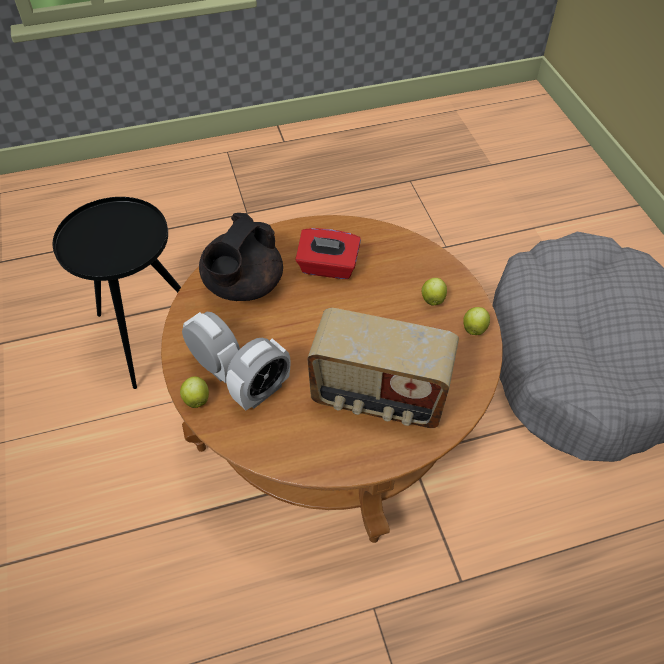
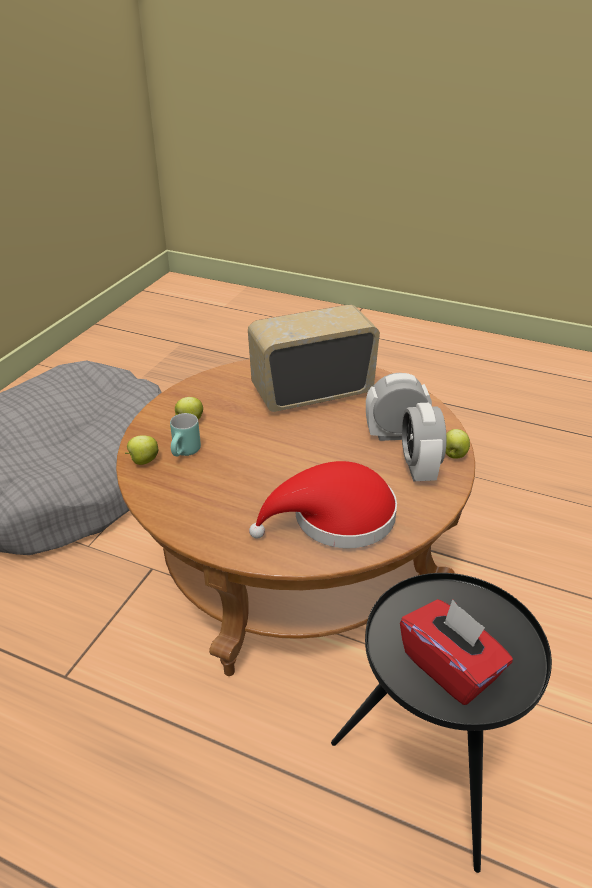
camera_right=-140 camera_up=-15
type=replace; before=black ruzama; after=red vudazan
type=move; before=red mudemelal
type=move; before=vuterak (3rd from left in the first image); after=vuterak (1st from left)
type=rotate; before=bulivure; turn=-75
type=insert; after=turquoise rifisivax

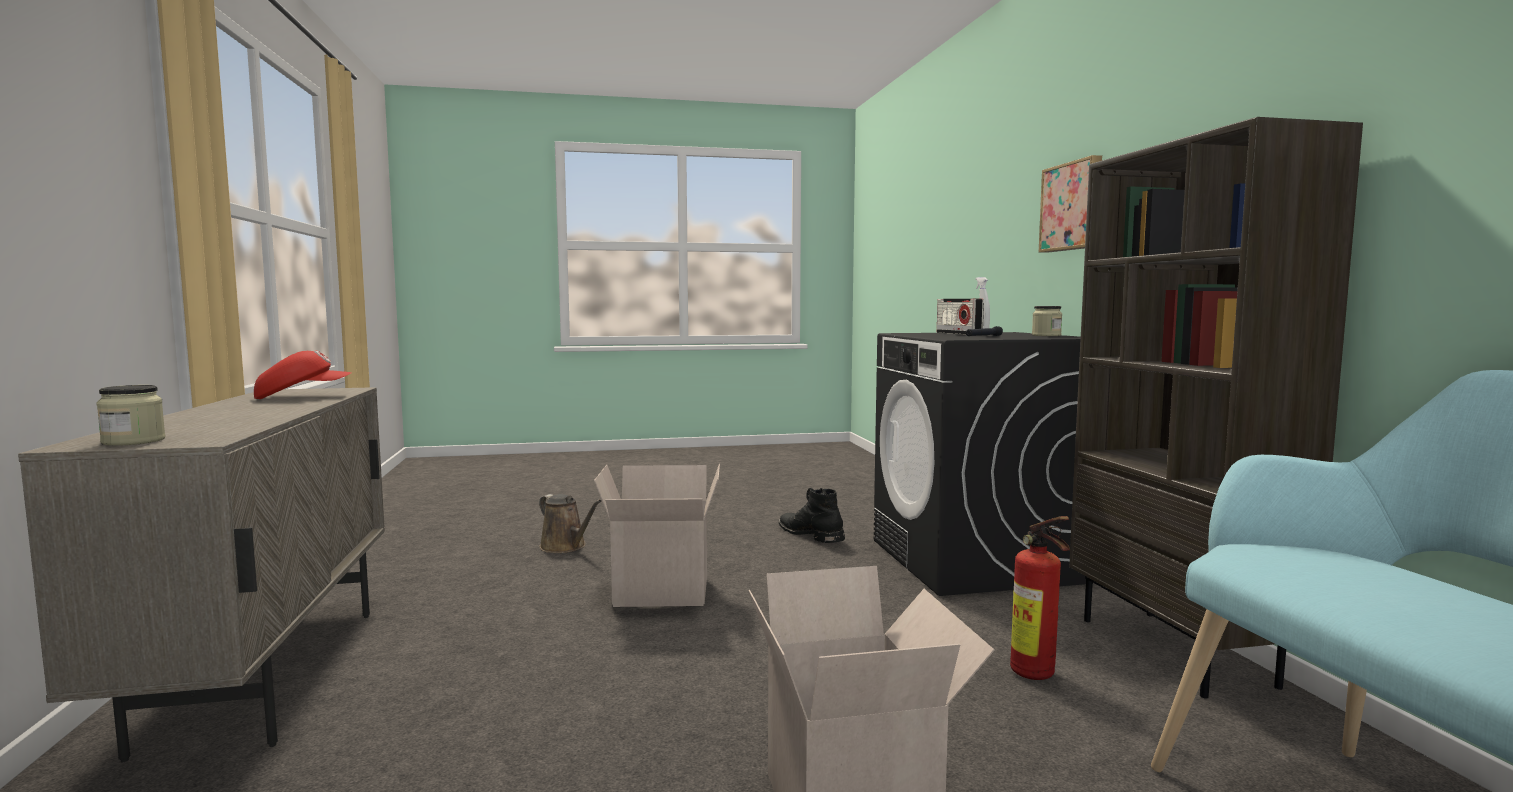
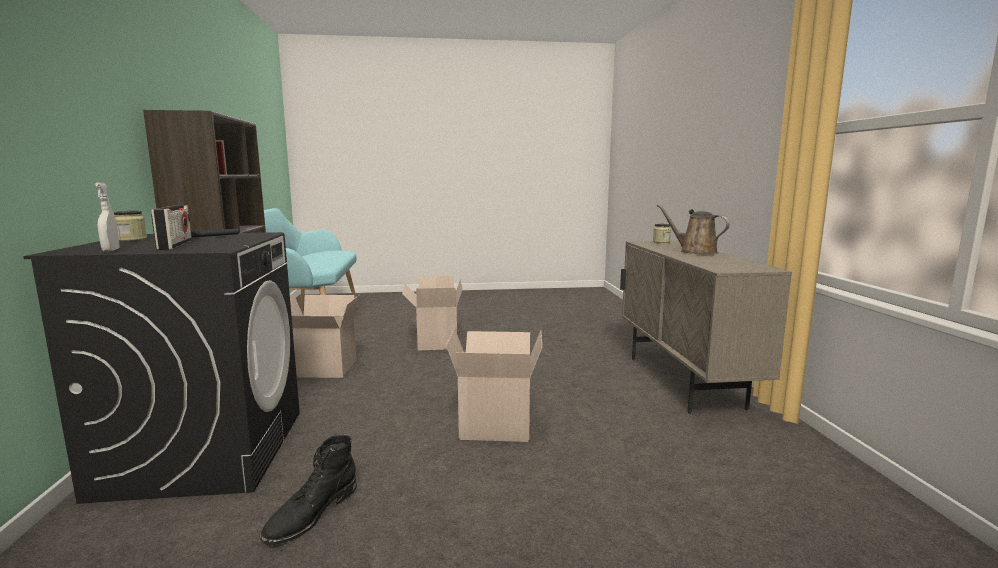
camera_right=-175 camera_up=5
type=delete; before=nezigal
type=delete; before=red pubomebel
type=rotate; before=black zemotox; turn=60
type=move; before=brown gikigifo
type=replace; before=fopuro; after=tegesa (1st from left)

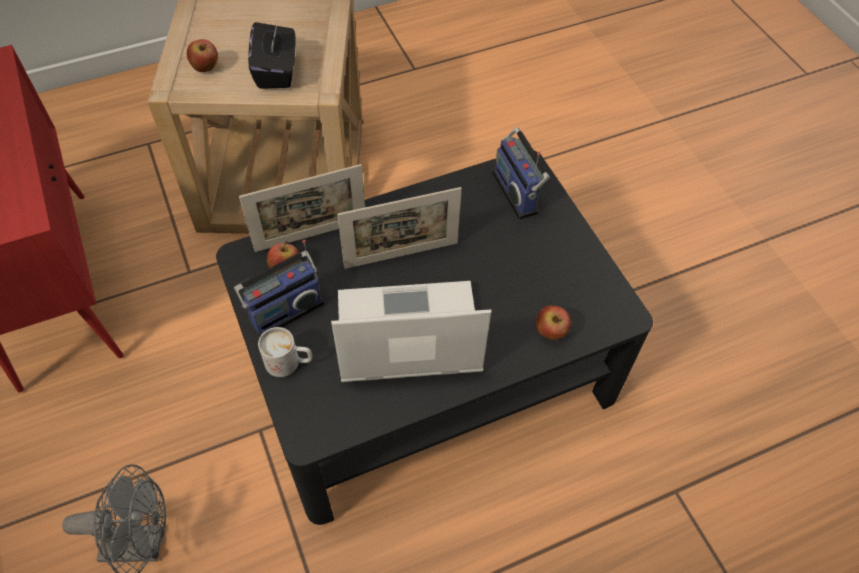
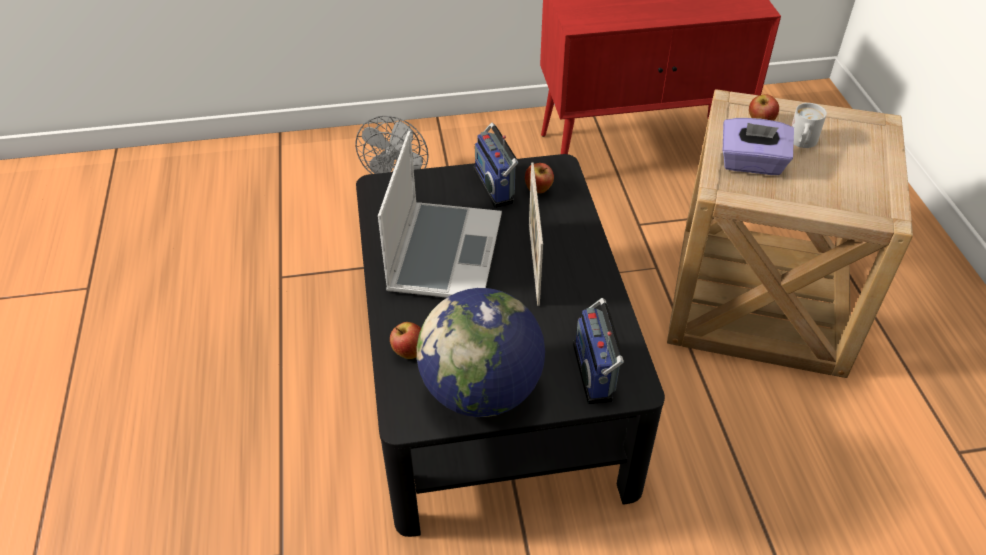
camera_right=105 camera_up=-10
type=recolor; before=black mudemelal; after=purple mudemelal
type=rotate; before=bulivure (2nd from left); turn=-90
type=delete; before=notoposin (1st from left)
type=move; before=white rifisivax
type=insert; after=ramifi

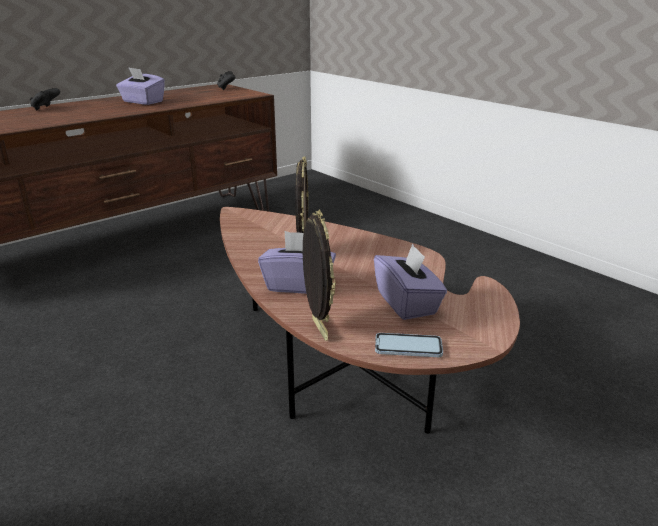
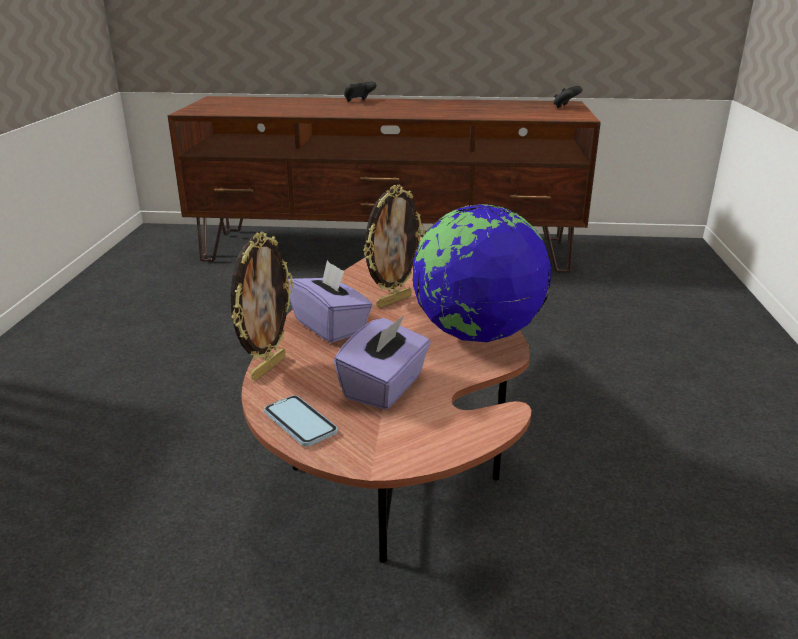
camera_right=45 camera_up=0
type=delete; before=purple mudemelal (1st from left)
type=insert; after=ramifi

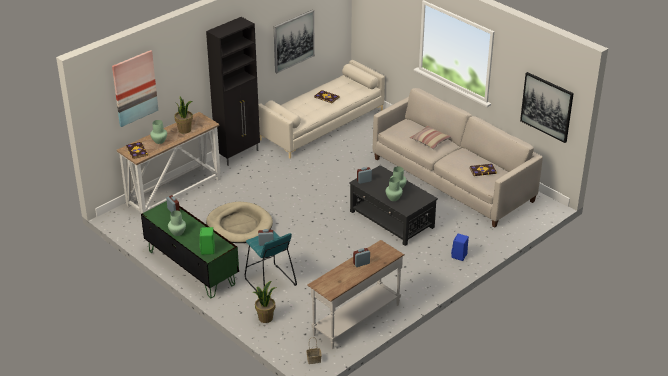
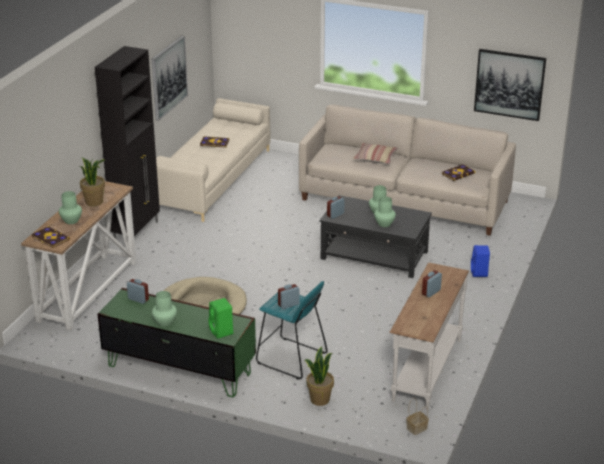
camera_right=-25 camera_up=-5
type=delete; before=nezigal (1st from left)

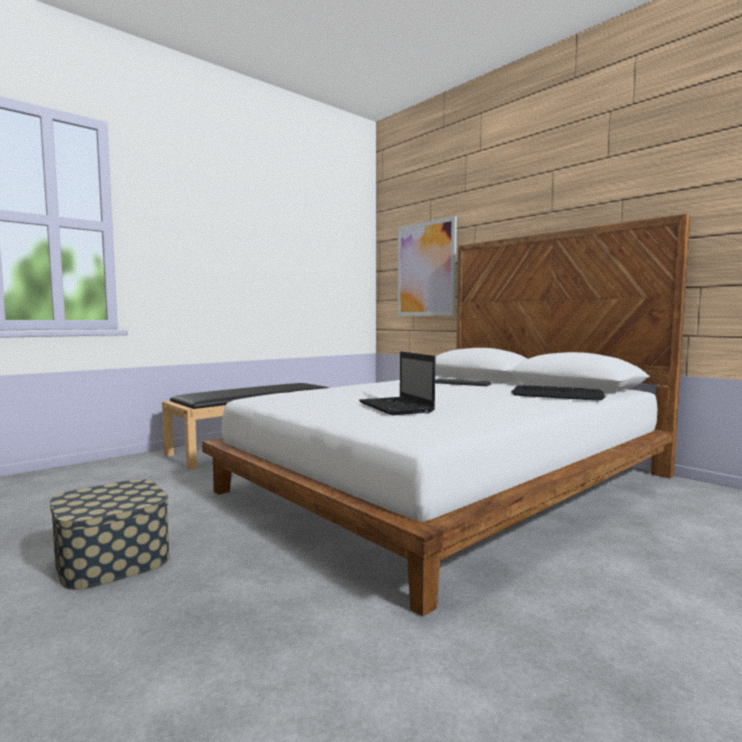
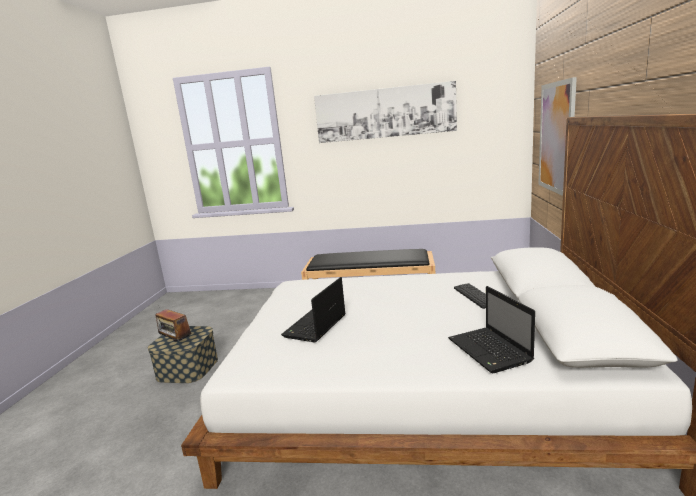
camera_right=50 camera_up=10
type=replace; before=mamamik (2nd from left); after=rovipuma (2nd from left)
type=insert; after=nezigal (1st from left)
type=insert; after=bulivure

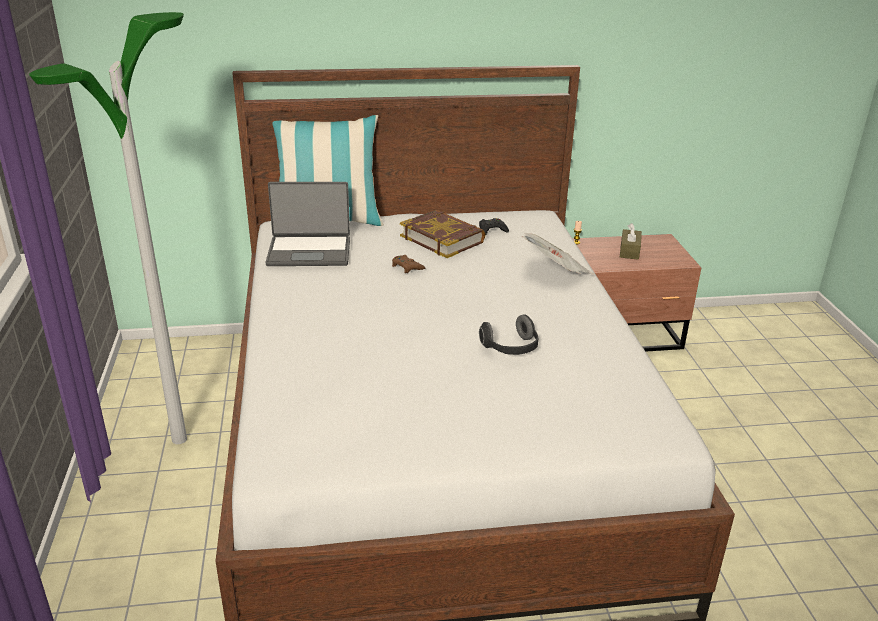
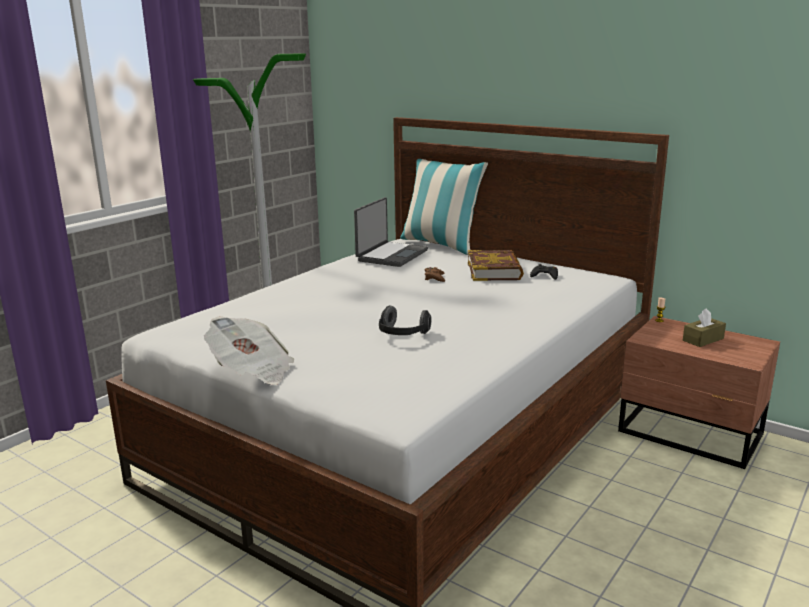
camera_right=45 camera_up=-10
type=rotate; before=rovipuma; turn=-105
type=move; before=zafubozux

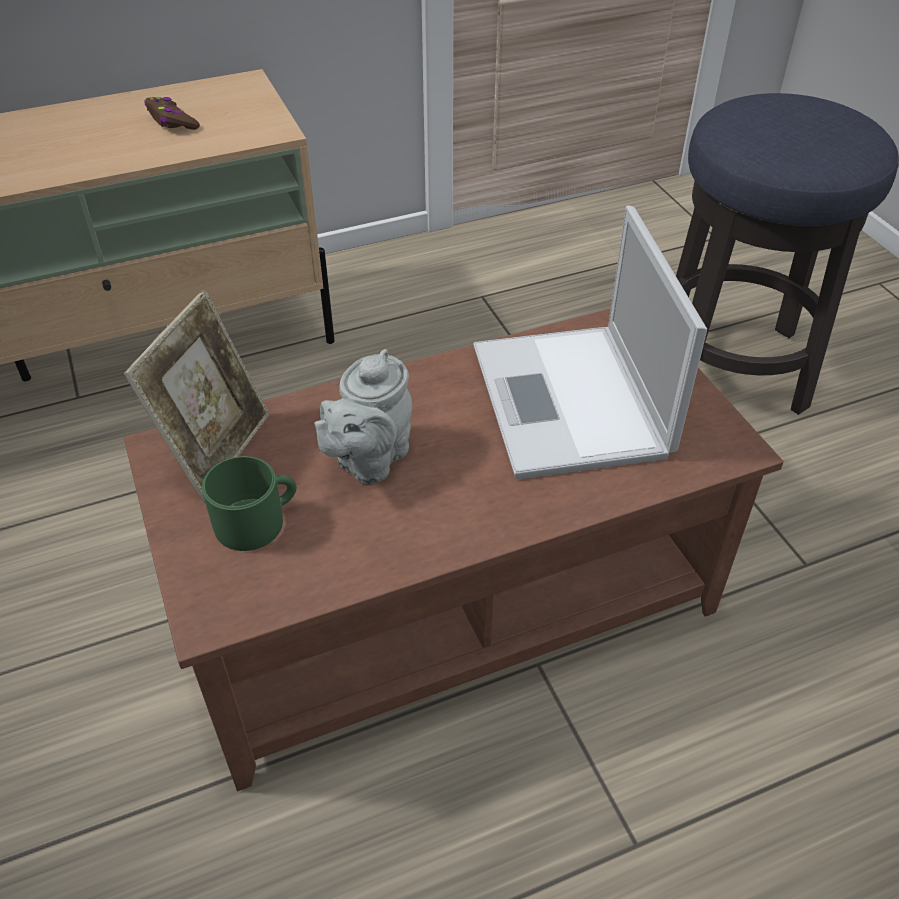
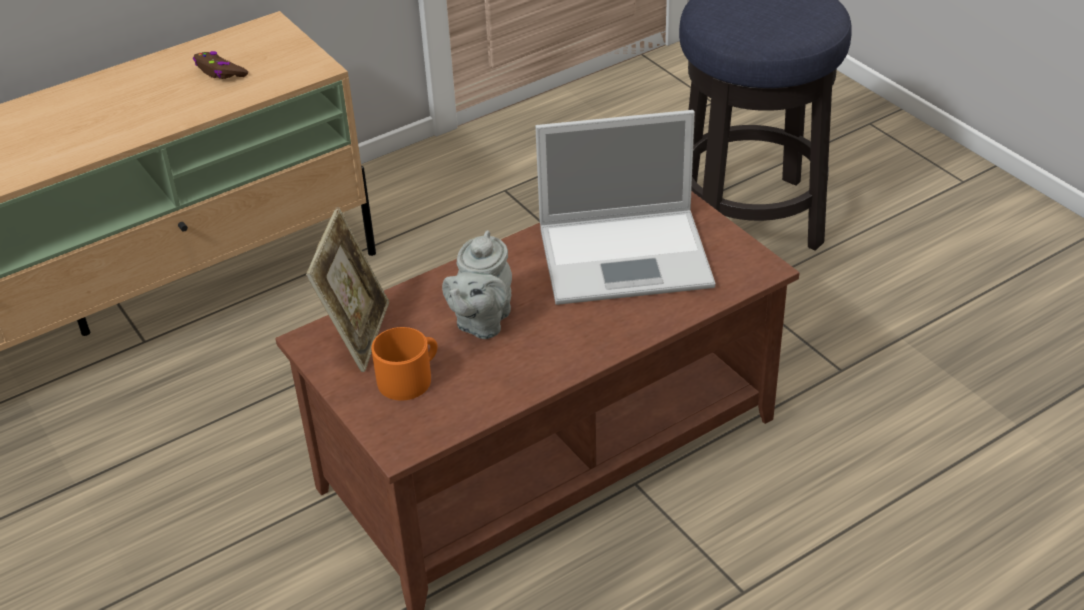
camera_right=-10 camera_up=-5
type=rotate; before=rovipuma; turn=-75
type=recolor; before=green rifisivax; after=orange rifisivax

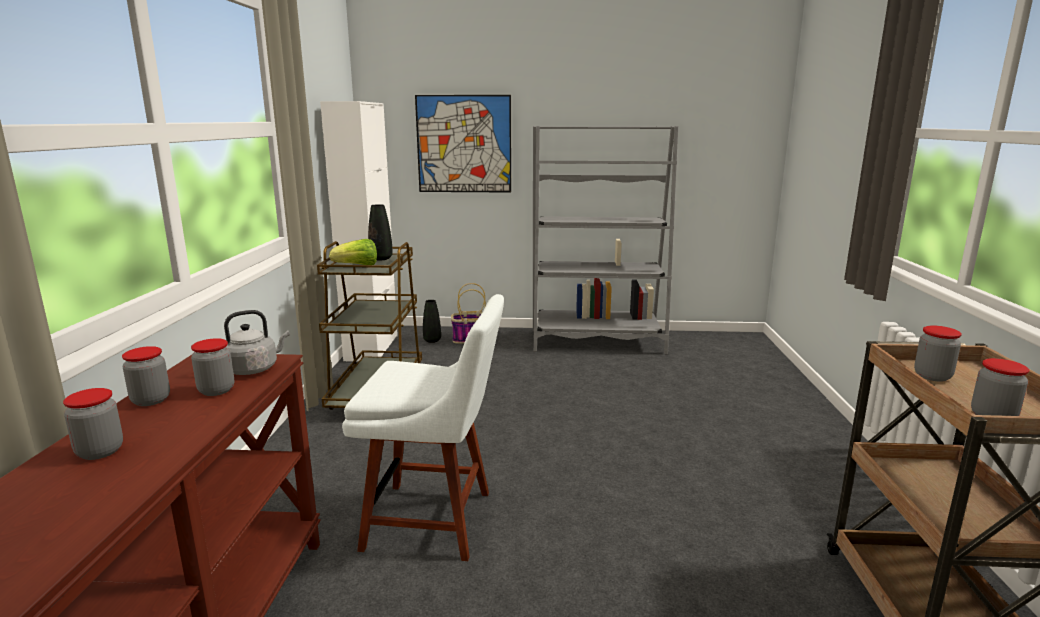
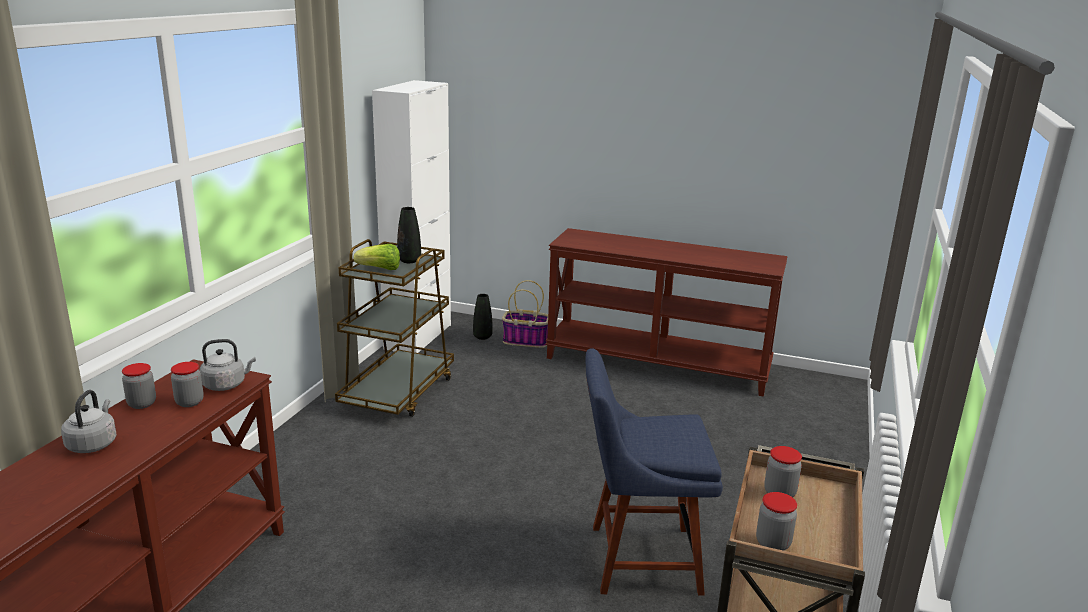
camera_right=15 camera_up=5
type=delete; before=nezigal
type=replace; before=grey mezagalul; after=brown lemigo (2nd from left)
type=delete; before=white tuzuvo
type=replace; before=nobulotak (1st from left); after=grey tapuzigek (1st from left)
type=insert; after=blue tuzuvo

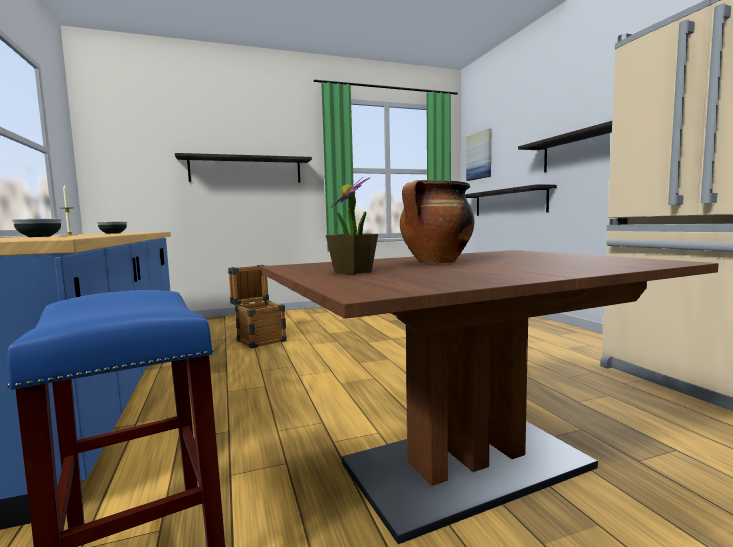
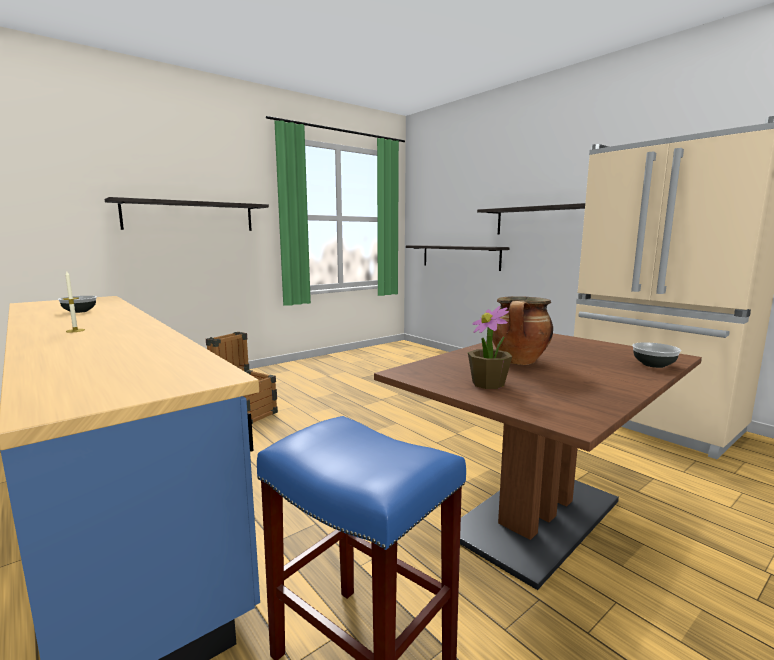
camera_right=-20 camera_up=5
type=delete; before=nezigal
type=move; before=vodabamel (1st from left in the first image); after=vodabamel (2nd from left)

